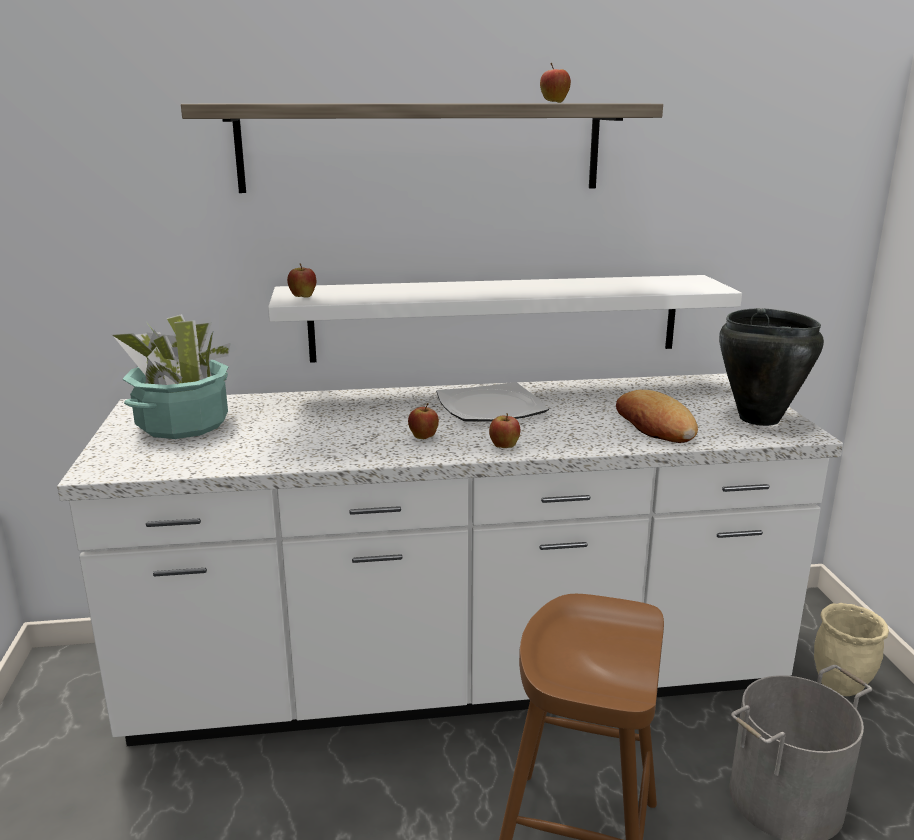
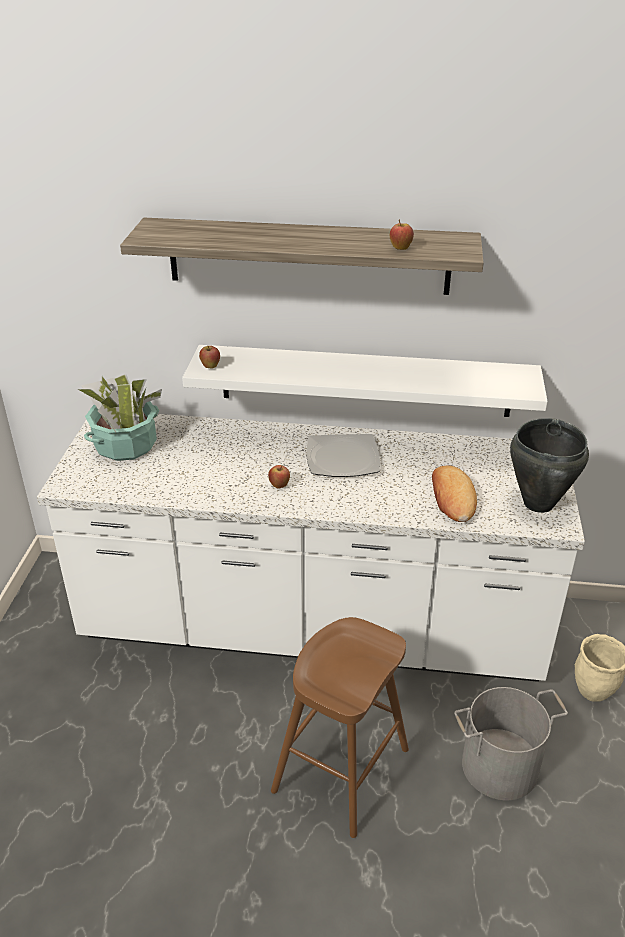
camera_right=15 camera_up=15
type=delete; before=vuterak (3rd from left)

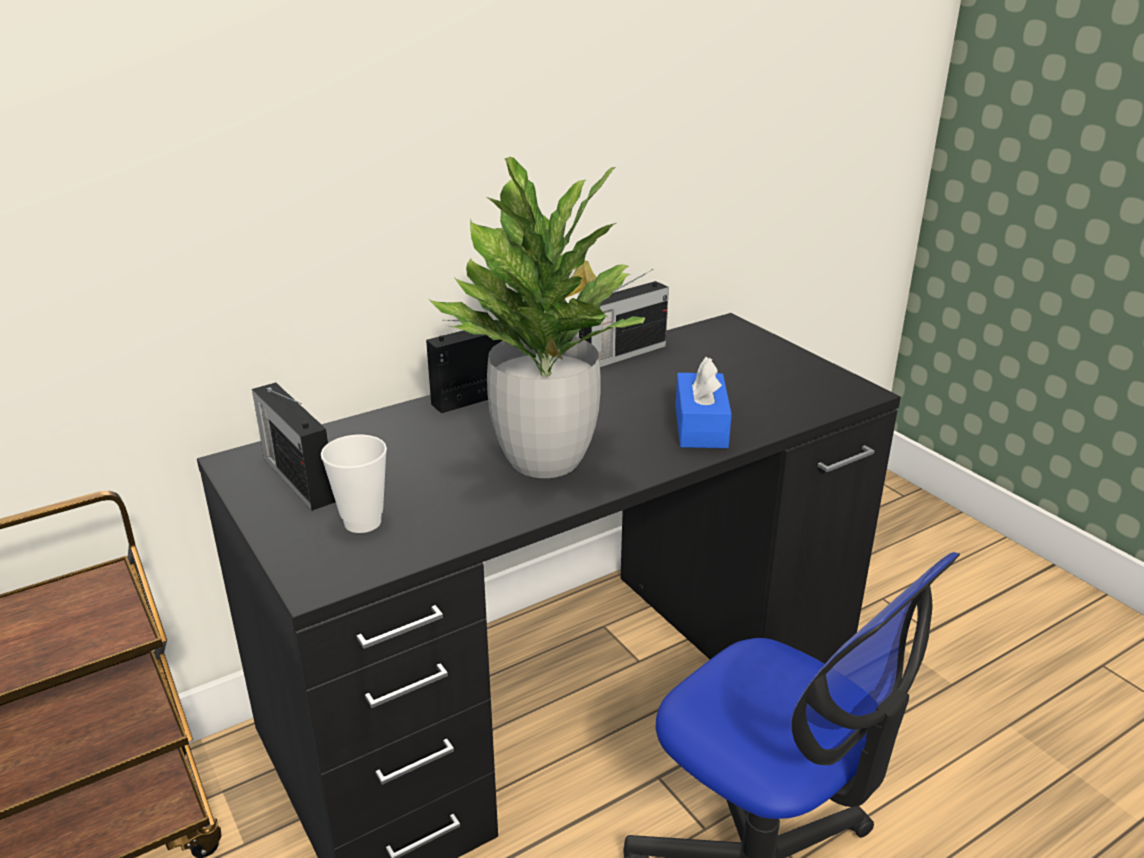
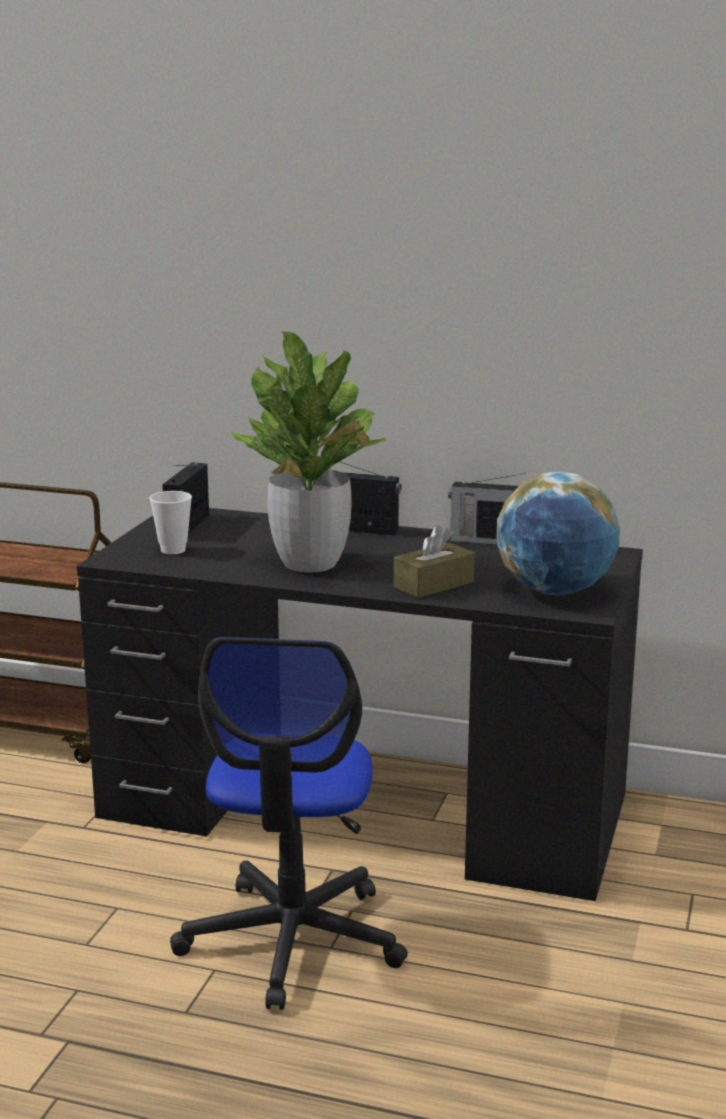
camera_right=50 camera_up=-10
type=recolor; before=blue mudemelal; after=brown mudemelal
type=insert; after=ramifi

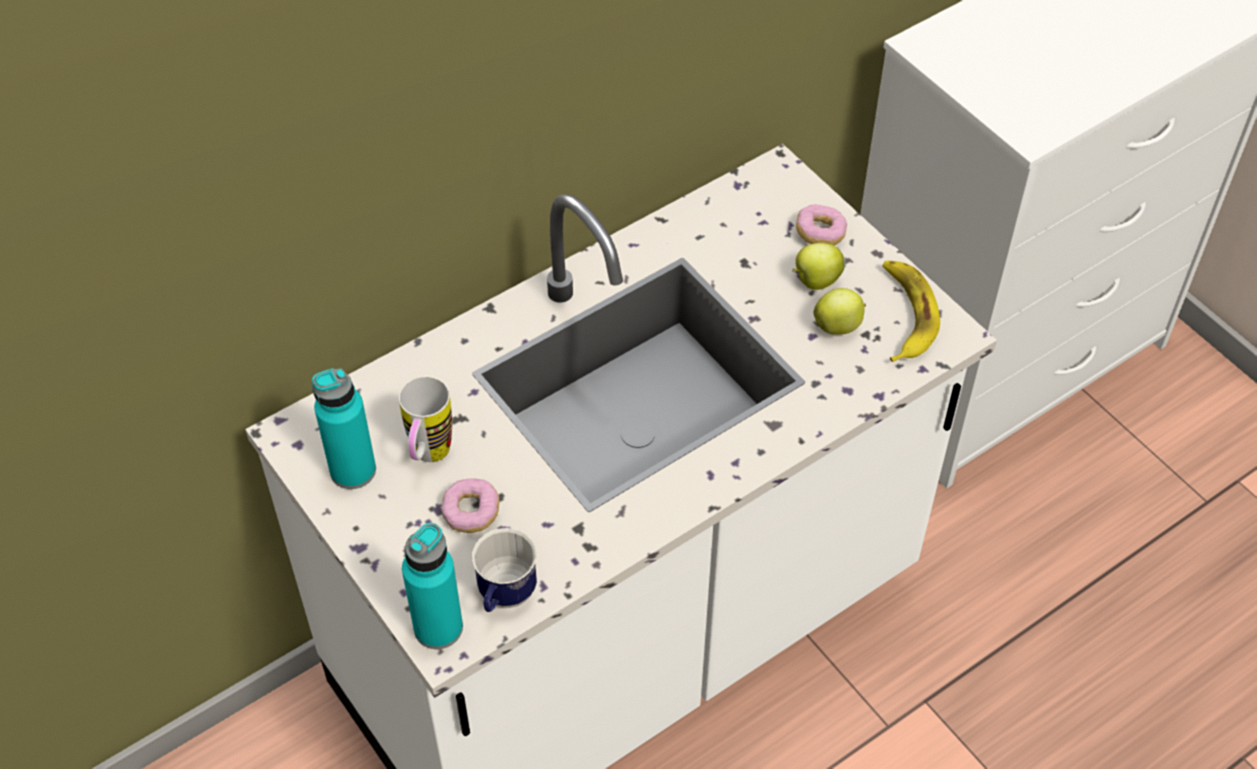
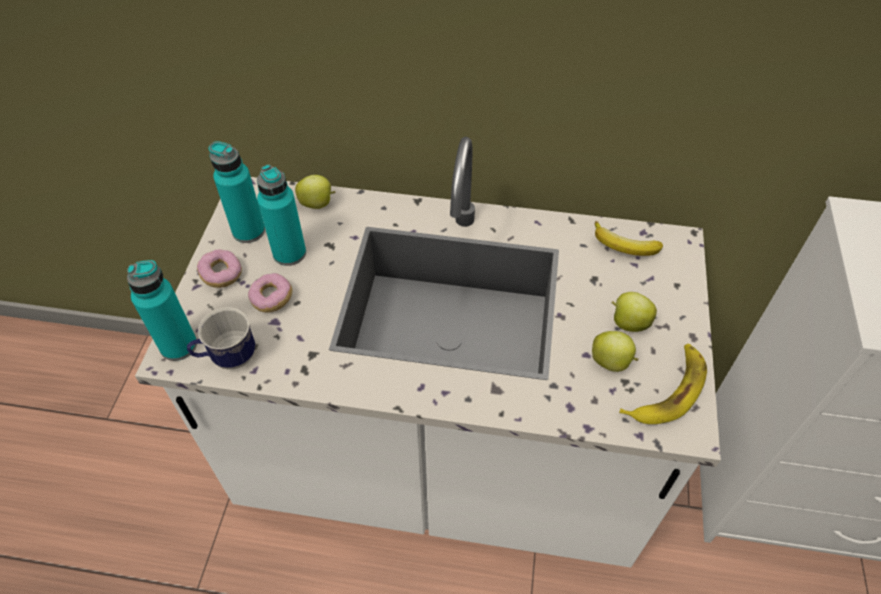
camera_right=45 camera_up=0
type=move; before=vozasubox (2nd from left in the first image); after=vozasubox (1st from left)
type=replace; before=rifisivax (1st from left); after=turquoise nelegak (3rd from left)
type=insert; after=vuterak (1st from left)
type=insert; after=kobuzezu (1st from left)

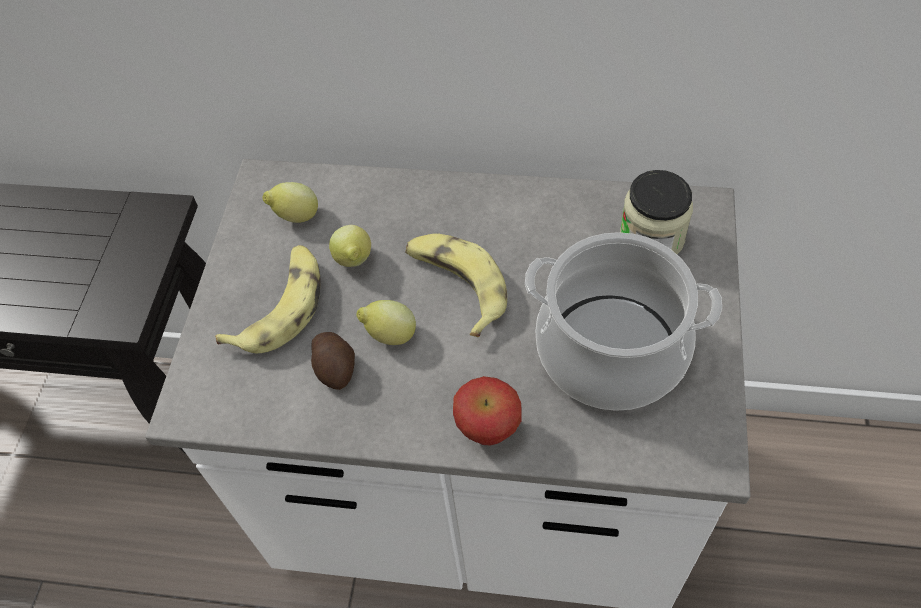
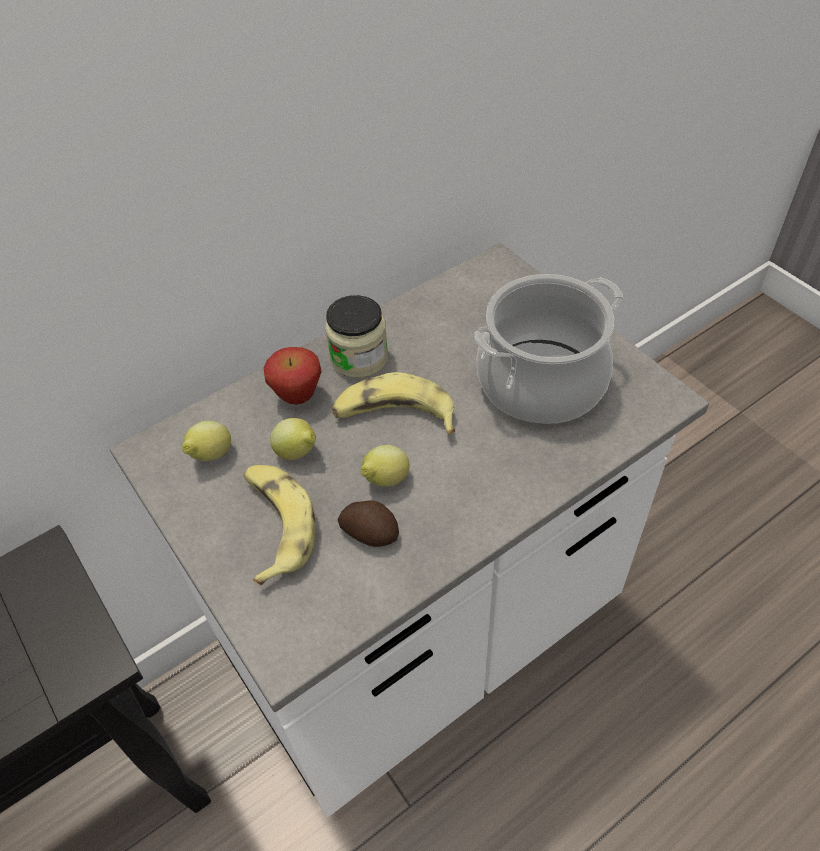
camera_right=-45 camera_up=-5
type=move; before=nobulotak
type=move; before=vuterak

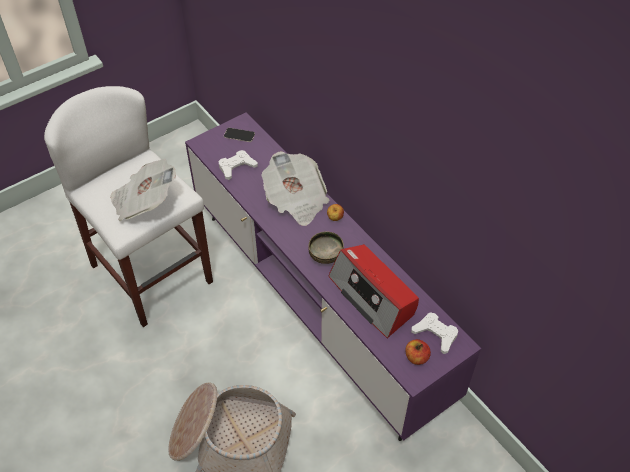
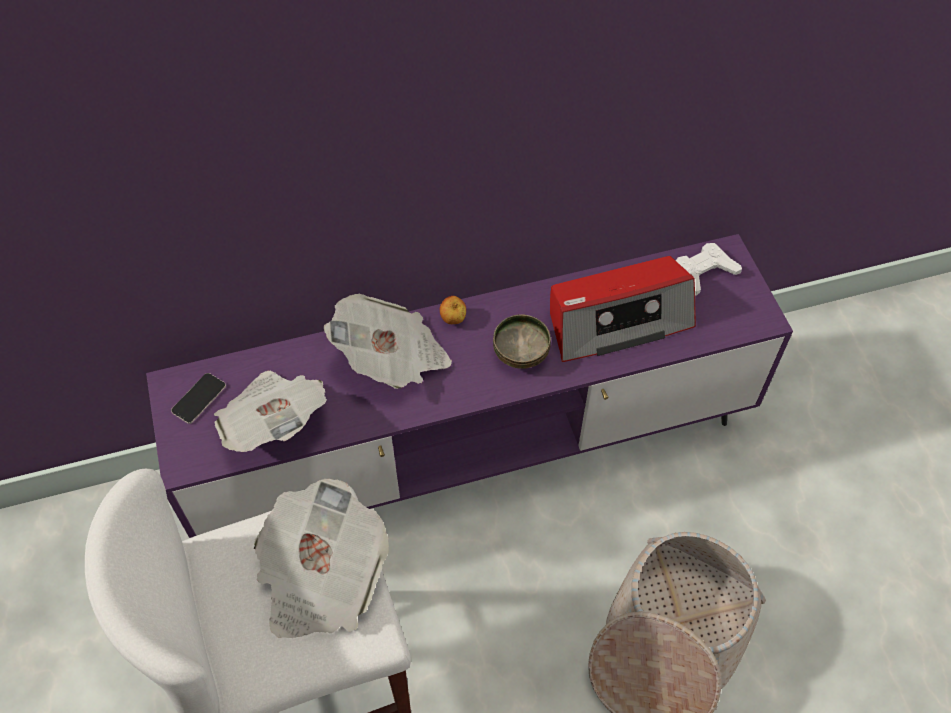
camera_right=-70 camera_up=5
type=replace; before=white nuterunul (1st from left); after=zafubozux (1st from left)
type=delete; before=vuterak (2nd from left)

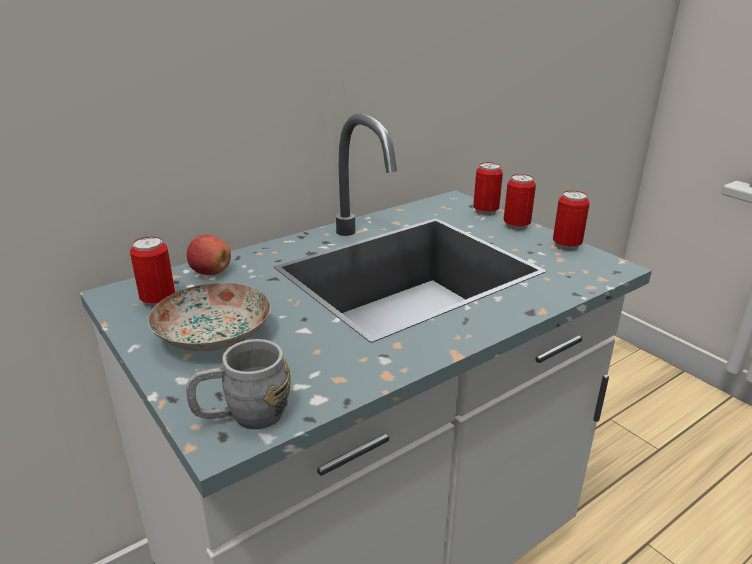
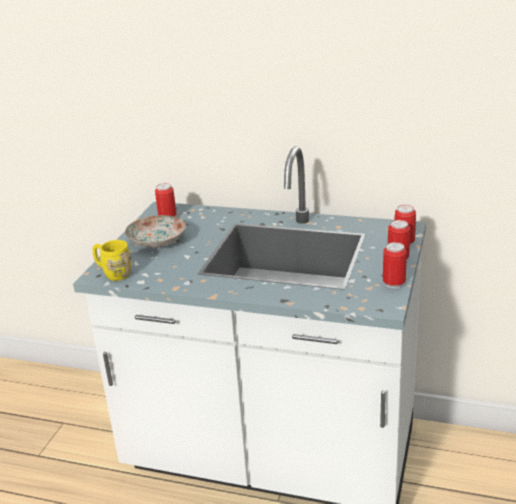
camera_right=55 camera_up=0
type=delete; before=vuterak
type=recolor; before=grey rifisivax; after=yellow rifisivax

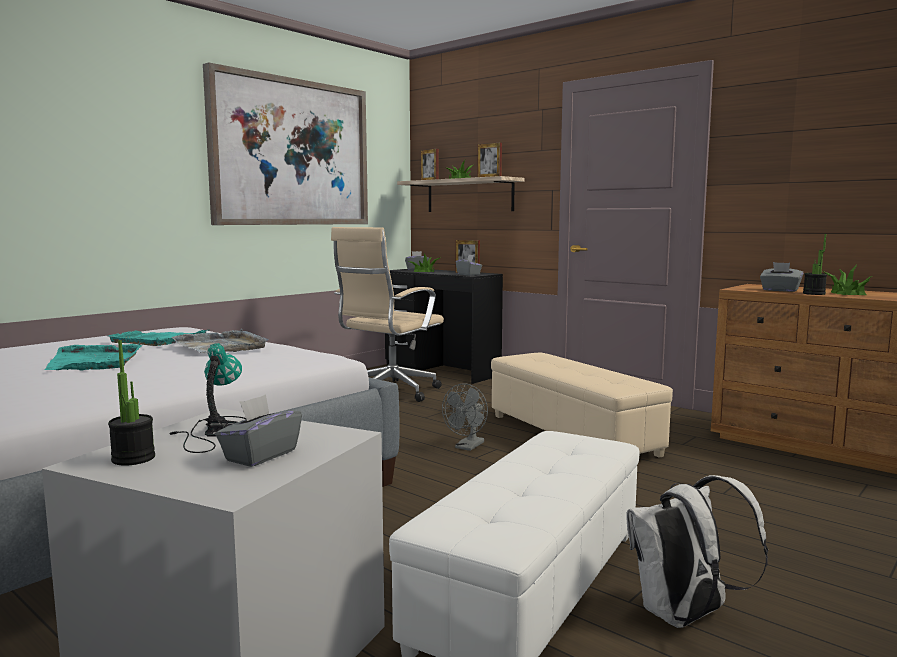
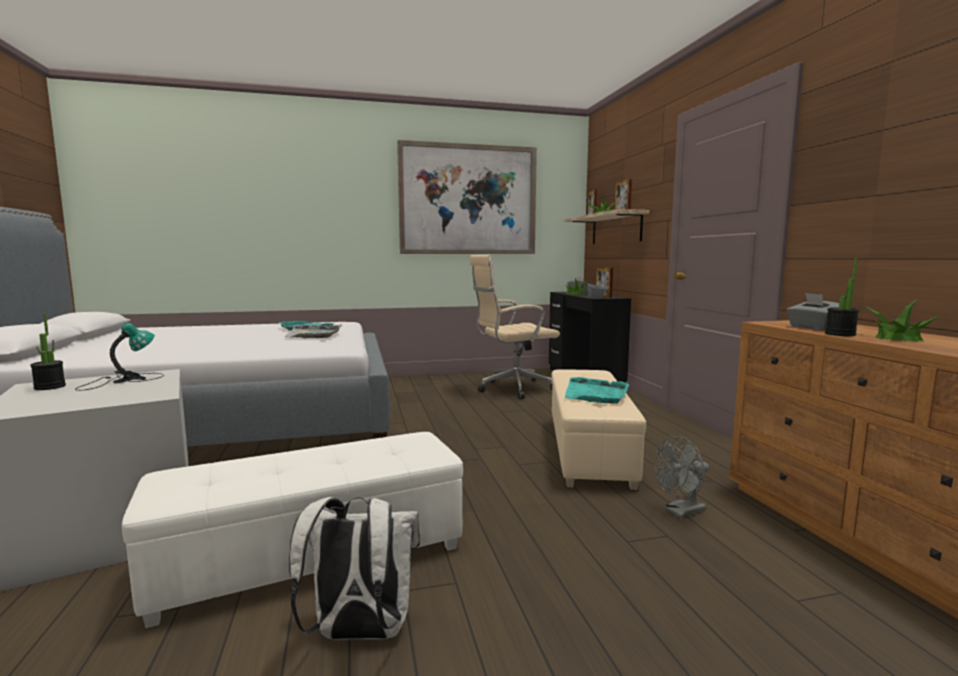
camera_right=35 camera_up=0
type=move; before=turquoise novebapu (1st from left in the first image); after=turquoise novebapu (2nd from left)
type=move; before=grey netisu
type=delete; before=grey mudemelal (1st from left)

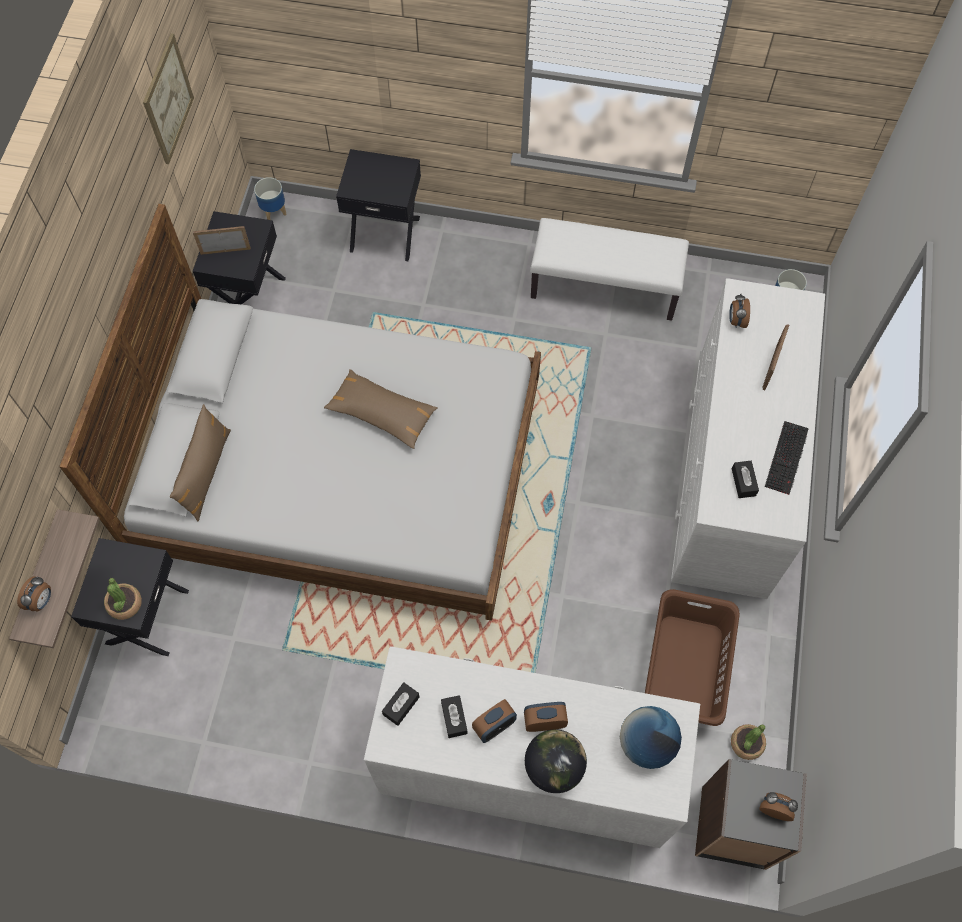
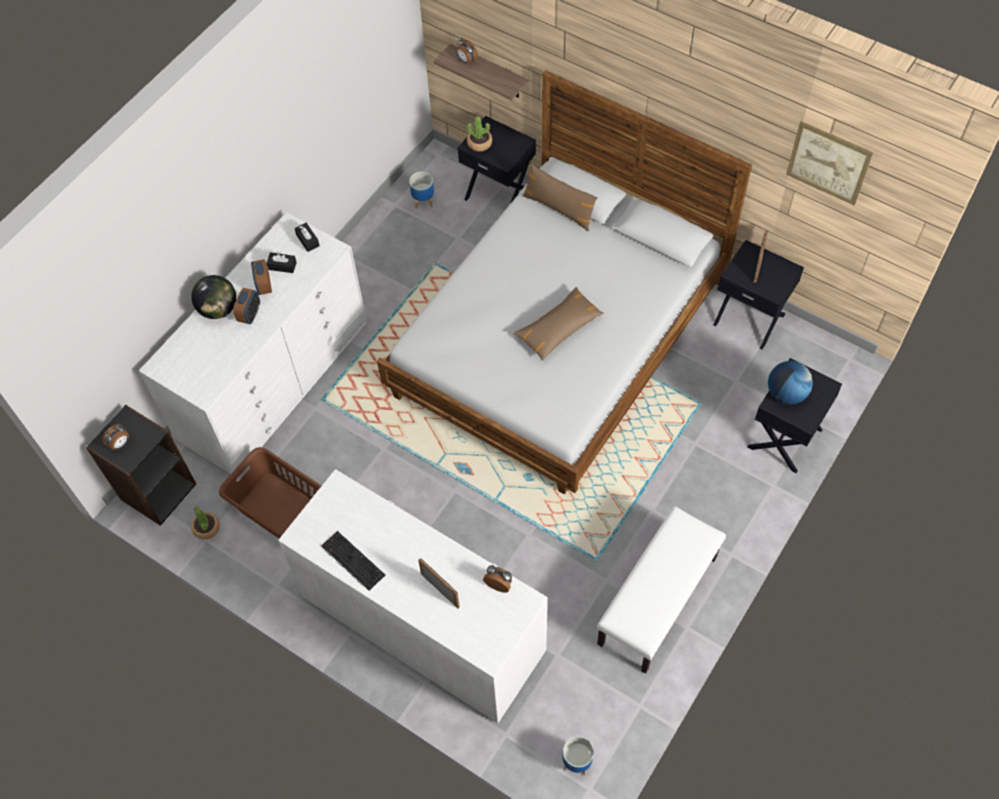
camera_right=115 camera_up=-5
type=move; before=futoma (1st from left)
type=delete; before=black mudemelal (3rd from left)
type=move; before=ramifi (2nd from left)

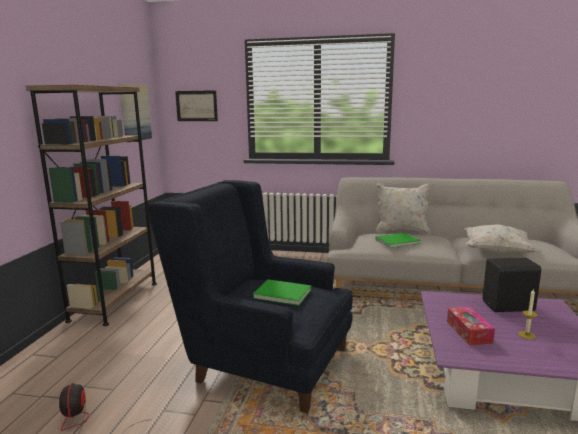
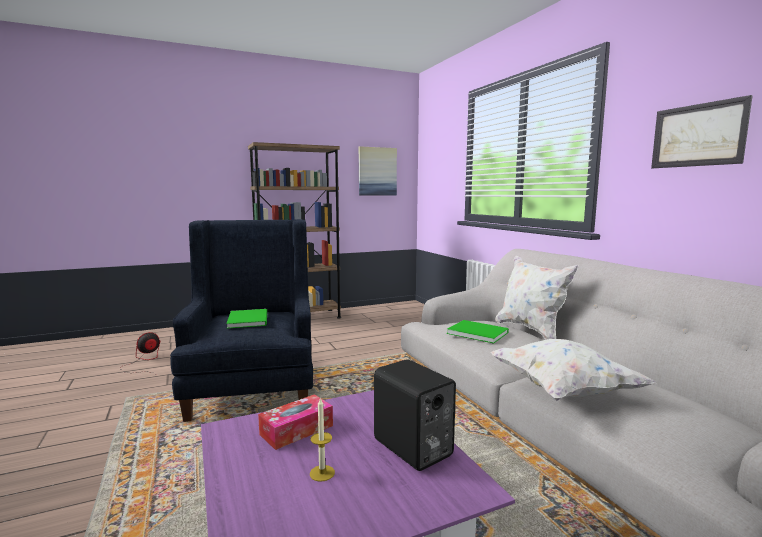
camera_right=55 camera_up=-5
type=move; before=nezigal (2nd from left)

